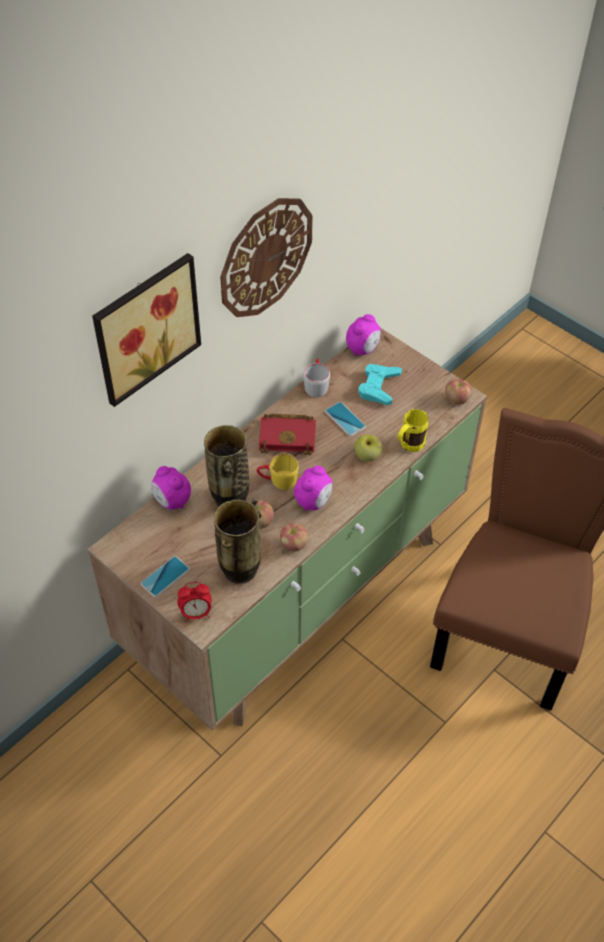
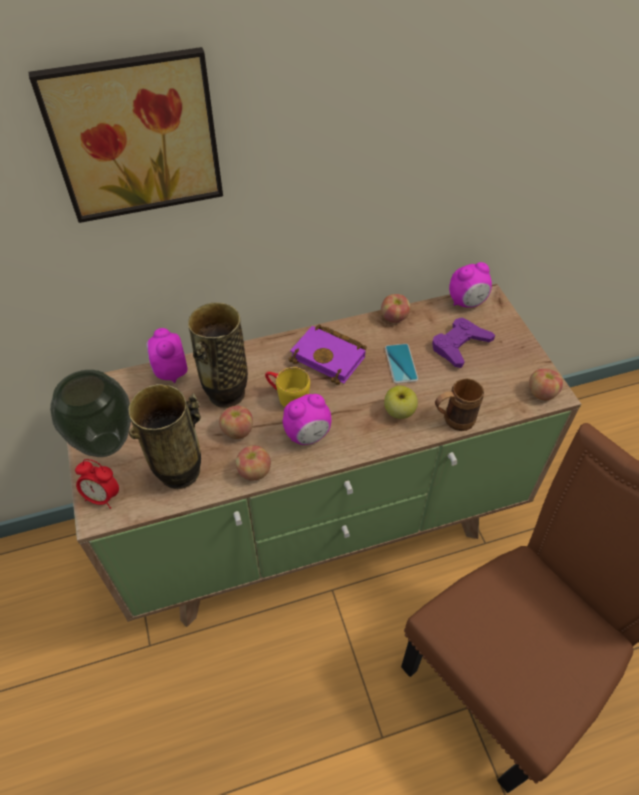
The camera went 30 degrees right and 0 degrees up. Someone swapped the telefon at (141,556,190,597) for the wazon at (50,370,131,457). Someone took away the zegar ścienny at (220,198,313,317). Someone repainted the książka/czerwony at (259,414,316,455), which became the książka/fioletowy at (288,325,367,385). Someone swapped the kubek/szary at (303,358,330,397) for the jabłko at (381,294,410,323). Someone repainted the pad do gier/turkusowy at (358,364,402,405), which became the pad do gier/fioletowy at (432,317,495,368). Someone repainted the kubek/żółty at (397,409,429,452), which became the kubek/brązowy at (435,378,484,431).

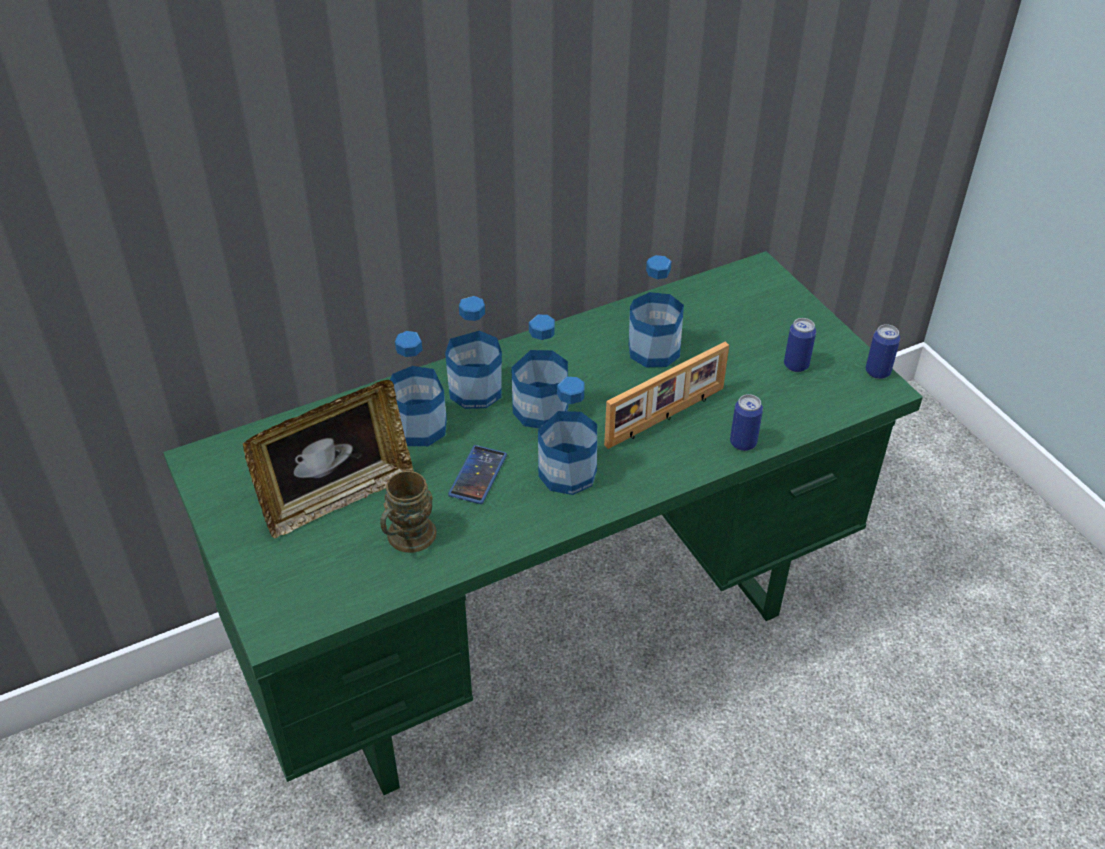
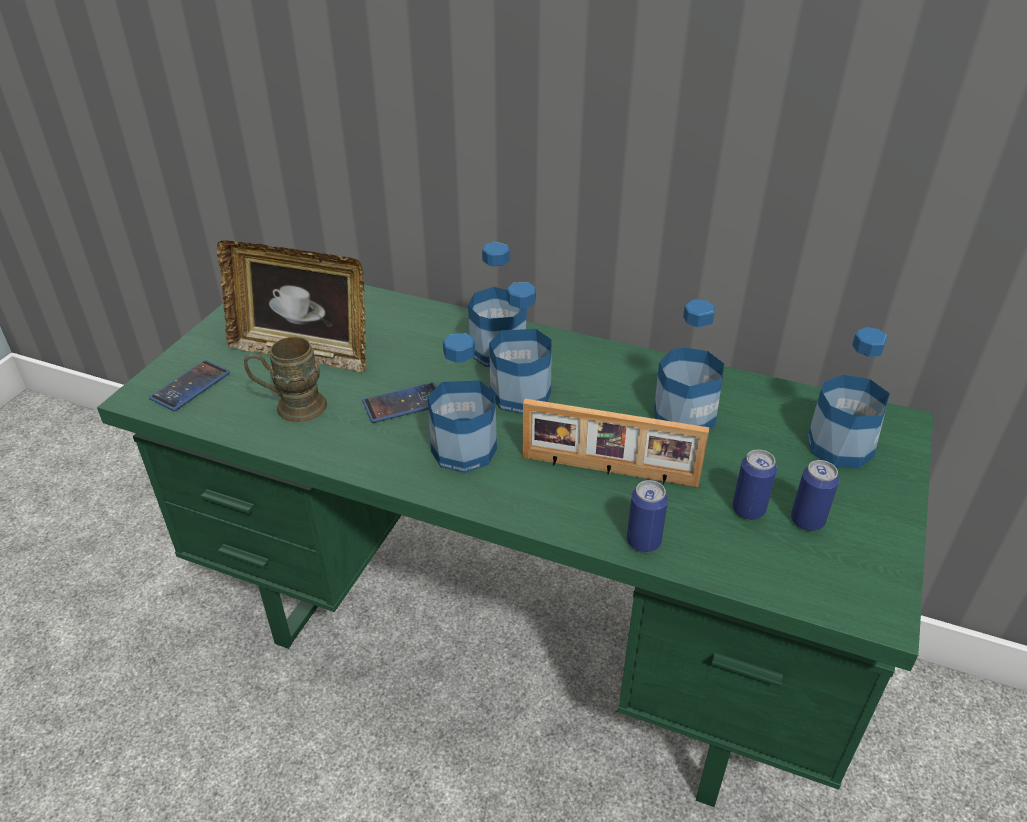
The camera went 50 degrees right and 5 degrees down. Someone carried the butelka from (390,331,447,446) to (807,327,890,468). Someone carried the puszka from (866,324,900,379) to (732,449,777,520). Someone put down the telefon at (149,360,230,411).

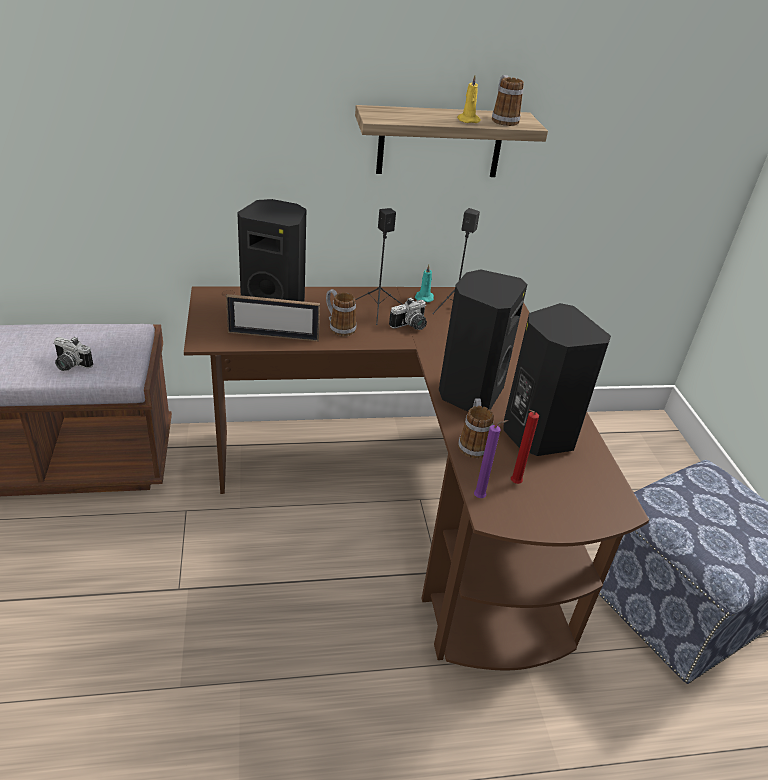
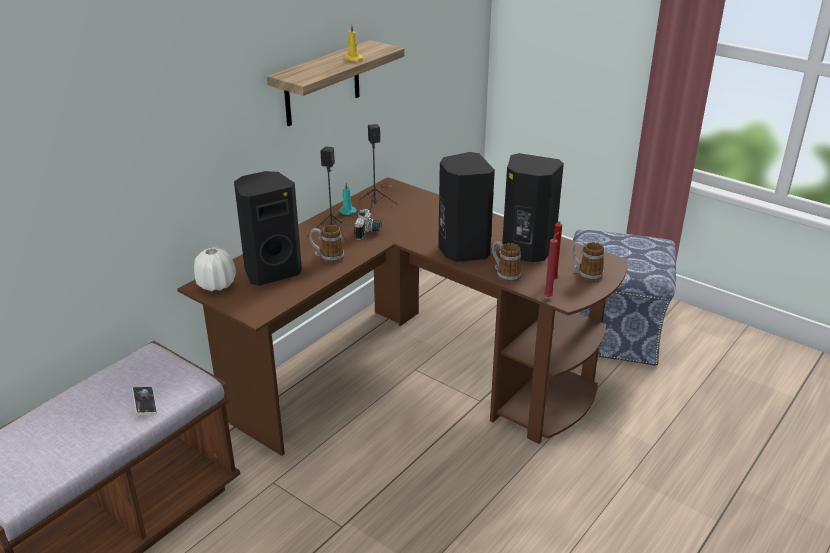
The camera went 40 degrees left and 5 degrees down. Someone swapped the aparat fotograficzny at (54,337,93,371) for the telefon at (132,387,157,414). Someone took away the ramka na zdjęcie at (226,294,320,341). Someone repainted the świeca/fioletowy at (474,420,509,498), which became the świeca/czerwony at (544,231,560,297). Someone carried the kubek from (492,75,524,126) to (571,242,604,281). Someone put down the wazon/biały at (194,248,236,291).

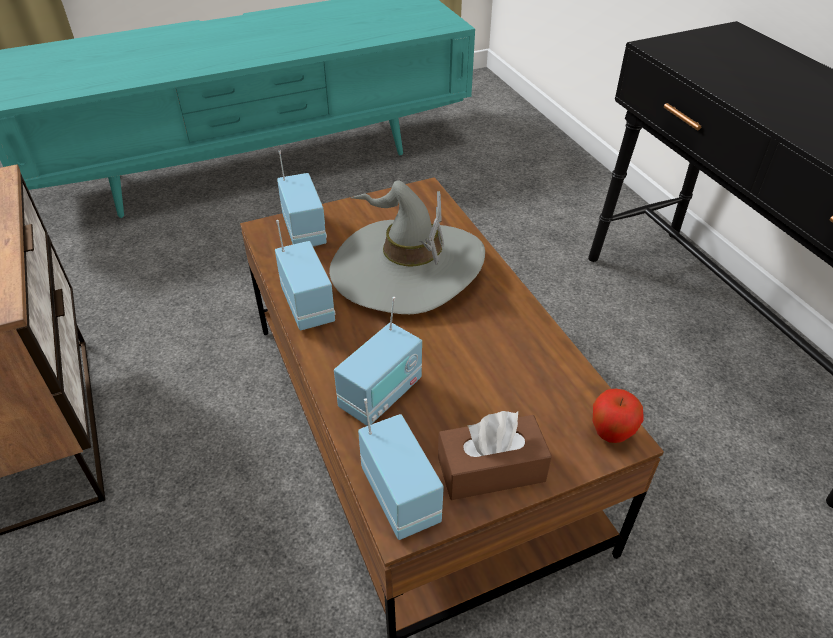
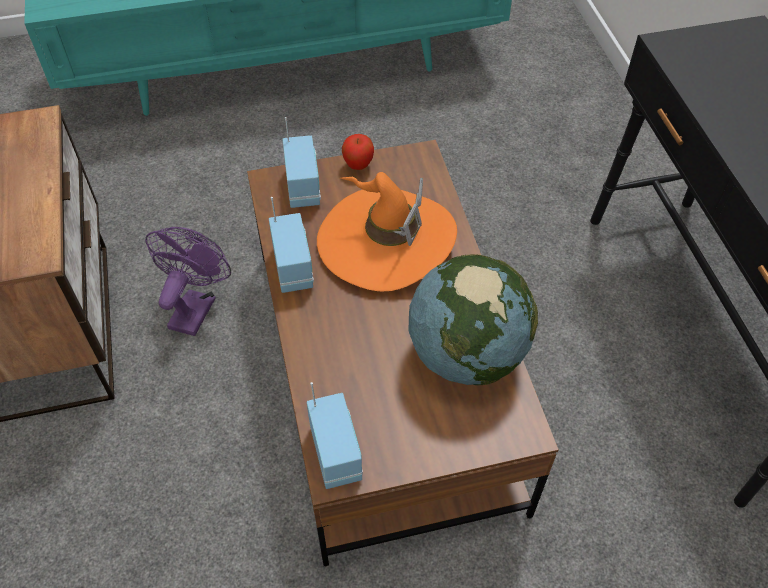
The camera went 10 degrees right and 10 degrees up. Someone repainted the kapelusz/szary at (329,180,485,314), which became the kapelusz/pomarańczowy at (317,172,457,291). Someone took away the radio at (334,297,422,426). Someone took away the pudełko chusteczek/brązowy at (438,411,552,500). Someone carried the jabłko from (592,388,644,443) to (342,134,374,170). Someone put down the wentylator/fioletowy at (145,227,231,336). Someone put down the globus at (408,254,538,386).

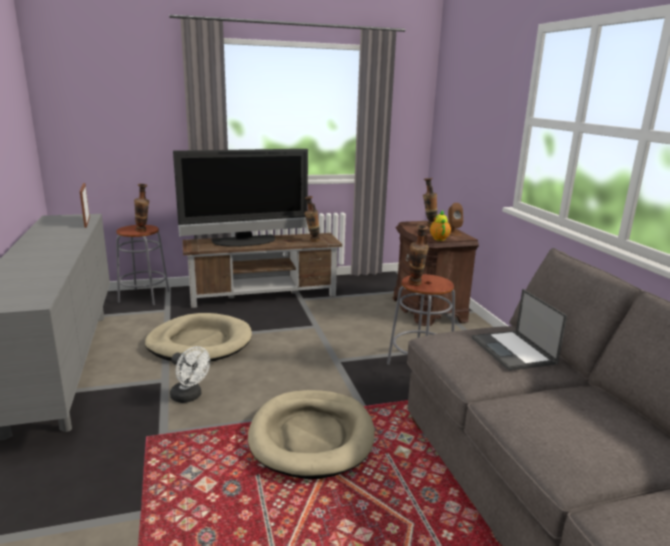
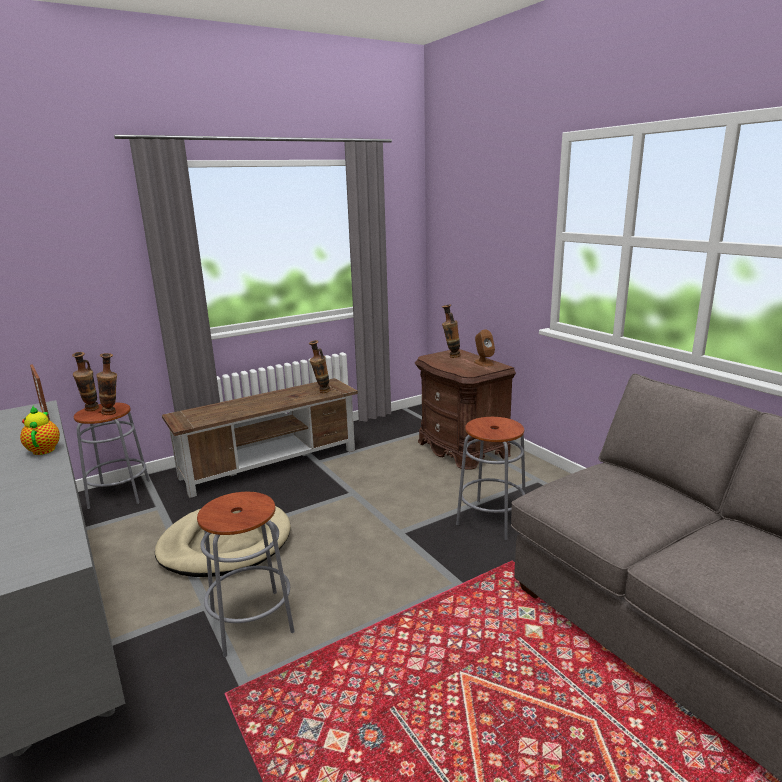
The camera went 15 degrees left and 0 degrees up. Someone swapped the wentylator/biały at (170,346,210,403) for the stołek/szary at (197,492,295,657). Someone took away the telewizor at (173,149,308,247). Someone took away the legowisko/beżowy at (248,390,375,479). Someone carried the wazon from (408,225,429,286) to (72,352,99,411). Someone carried the imbryk from (430,210,451,241) to (20,406,60,455). Someone took away the laptop at (472,289,567,371).

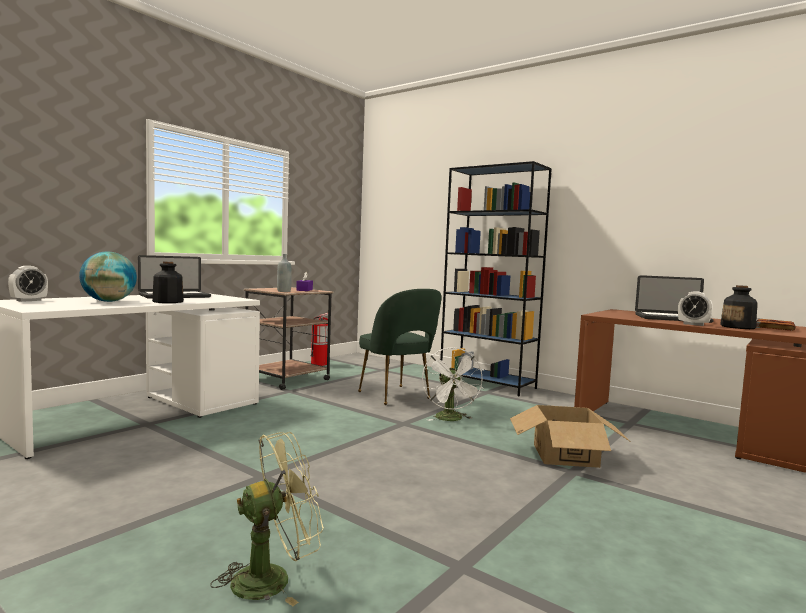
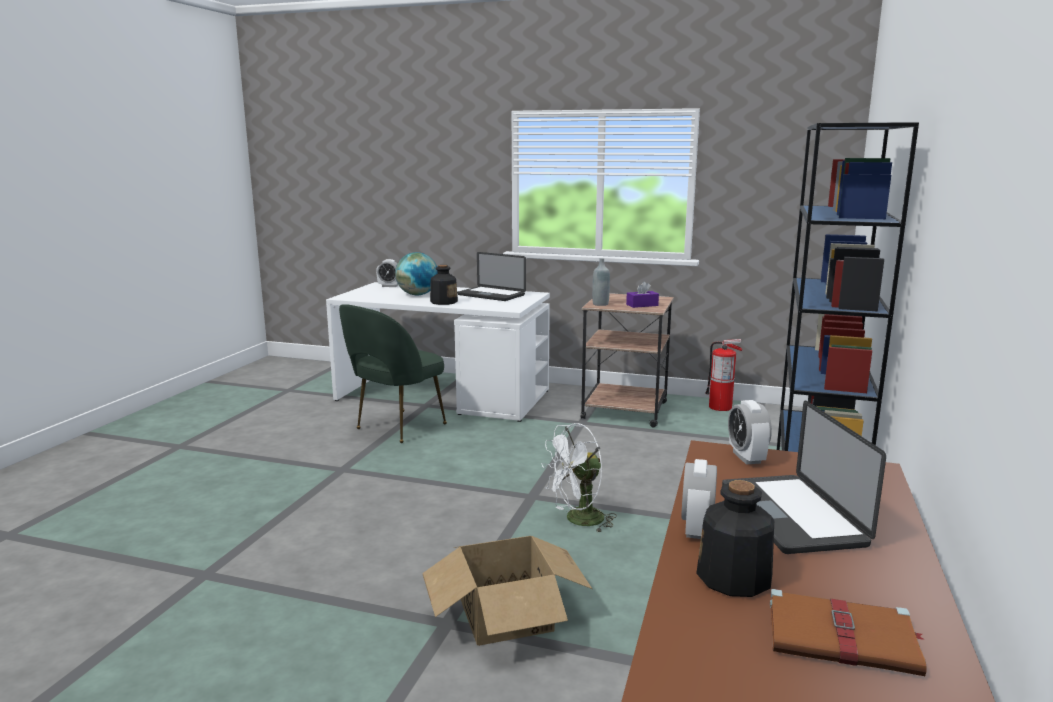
The camera went 70 degrees right and 10 degrees up. Someone took away the wentylator/zielony at (210,432,324,606). Someone carried the krzesło/zielony from (358,289,441,405) to (339,304,447,443). Someone put down the budzik at (728,400,772,465).

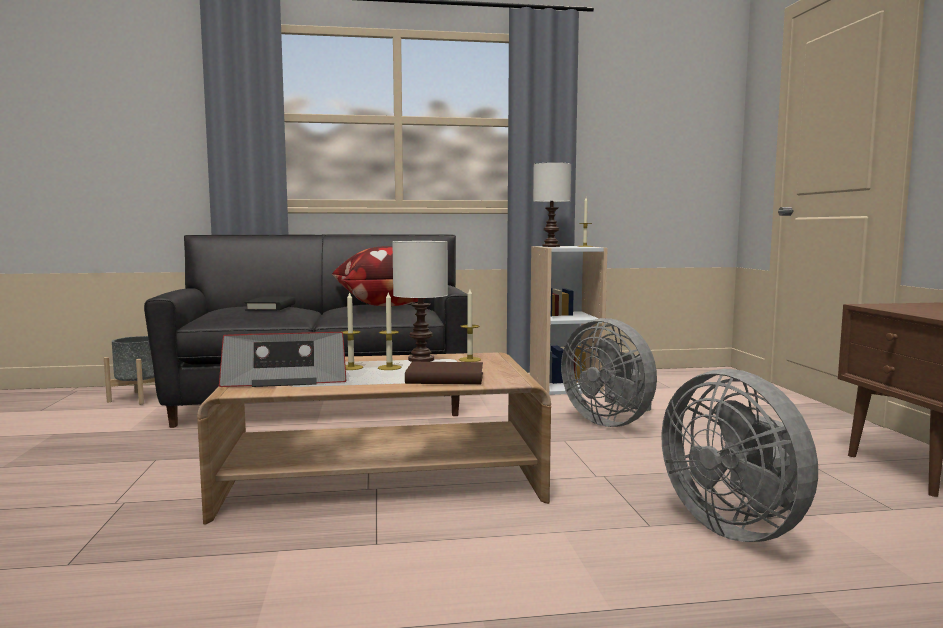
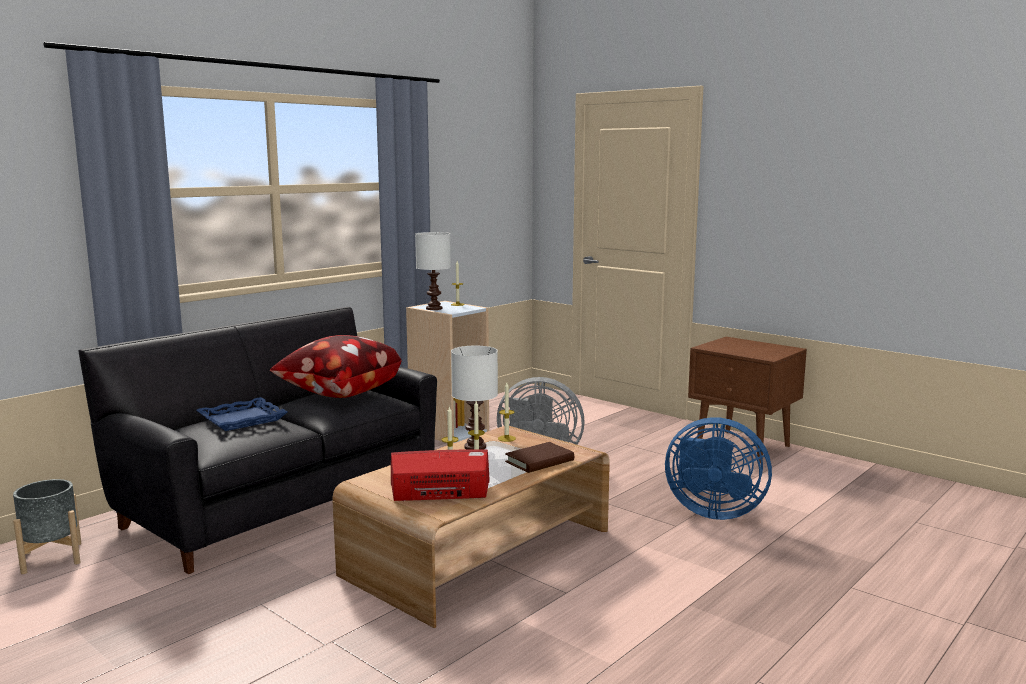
The camera went 40 degrees left and 5 degrees up. Someone rotated the radio at (219,332,347,387) by 135 degrees counterclockwise. Someone swapped the książka/czarny at (244,297,295,311) for the taca/niebieski at (196,397,288,431). Someone repainted the wentylator/szary at (661,369,818,542), which became the wentylator/niebieski at (665,417,772,520).

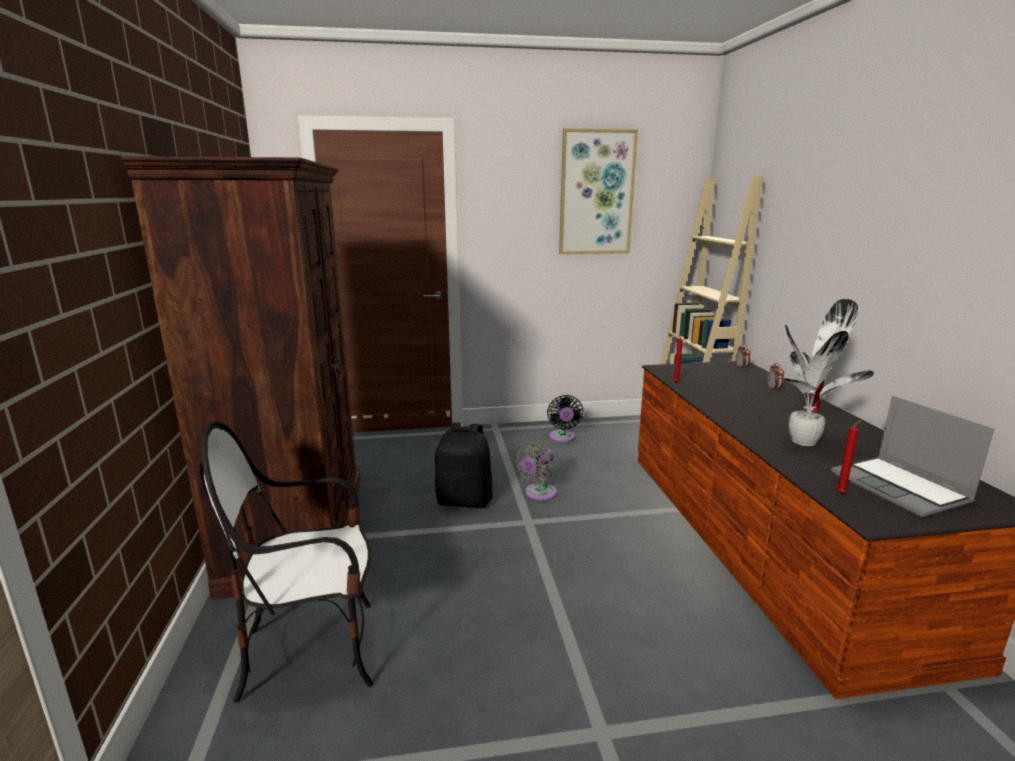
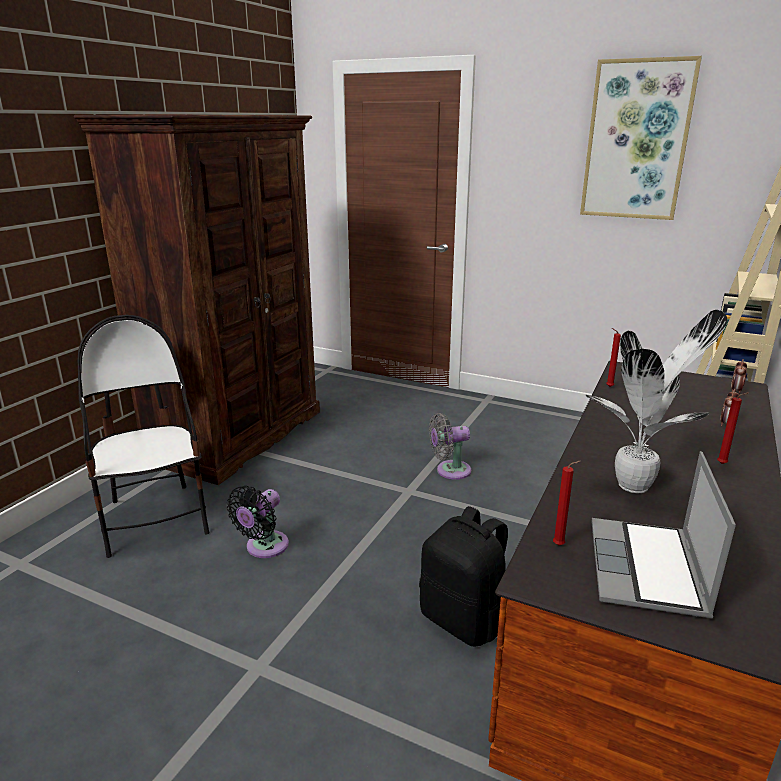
The camera went 35 degrees right and 5 degrees up. Someone rotated the krzesło at (199,421,373,703) by 45 degrees clockwise. Someone carried the plecak/czarny from (435,422,493,508) to (419,506,508,647). Someone carried the wentylator/czarny from (547,395,583,442) to (227,486,289,558).

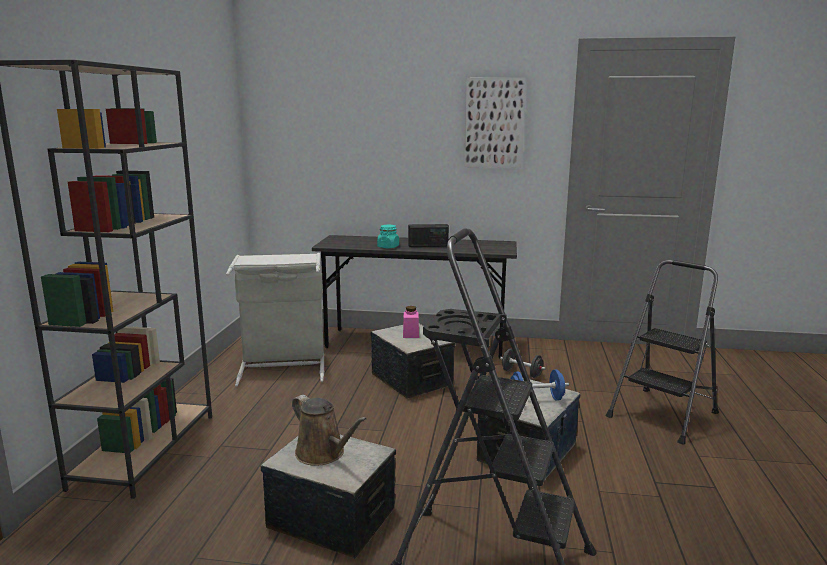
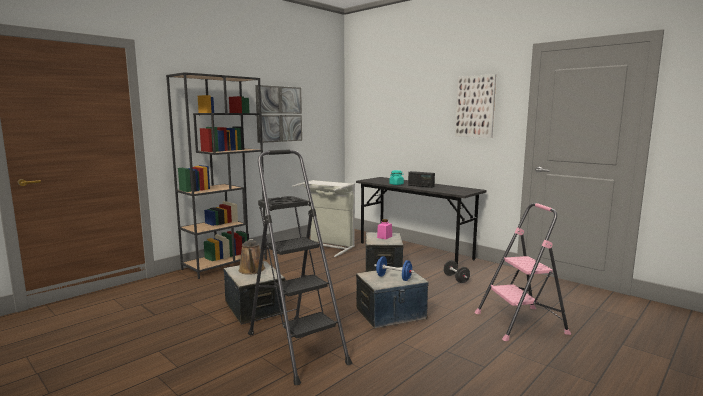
The camera went 35 degrees right and 5 degrees down. Someone repainted the drabinka/czarny at (605,260,719,444), which became the drabinka/różowy at (475,203,571,341). Someone put up the obraz at (255,85,302,143).

